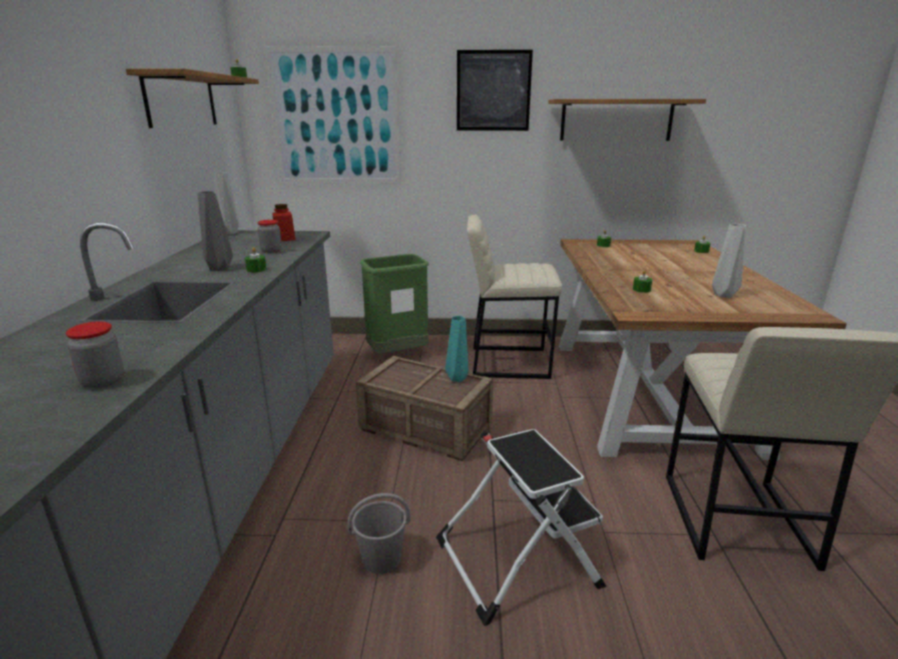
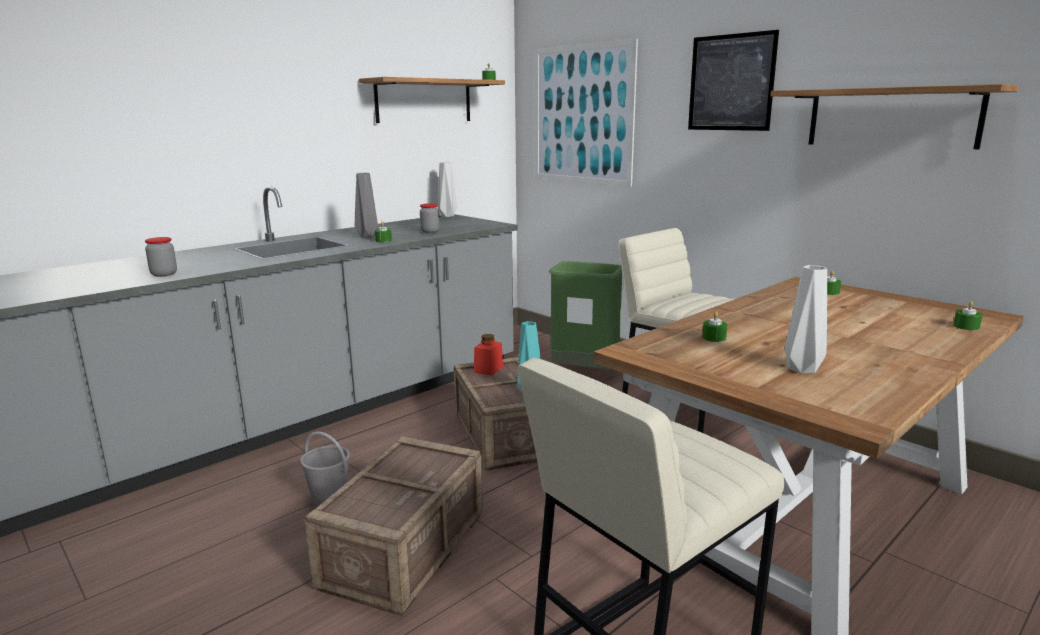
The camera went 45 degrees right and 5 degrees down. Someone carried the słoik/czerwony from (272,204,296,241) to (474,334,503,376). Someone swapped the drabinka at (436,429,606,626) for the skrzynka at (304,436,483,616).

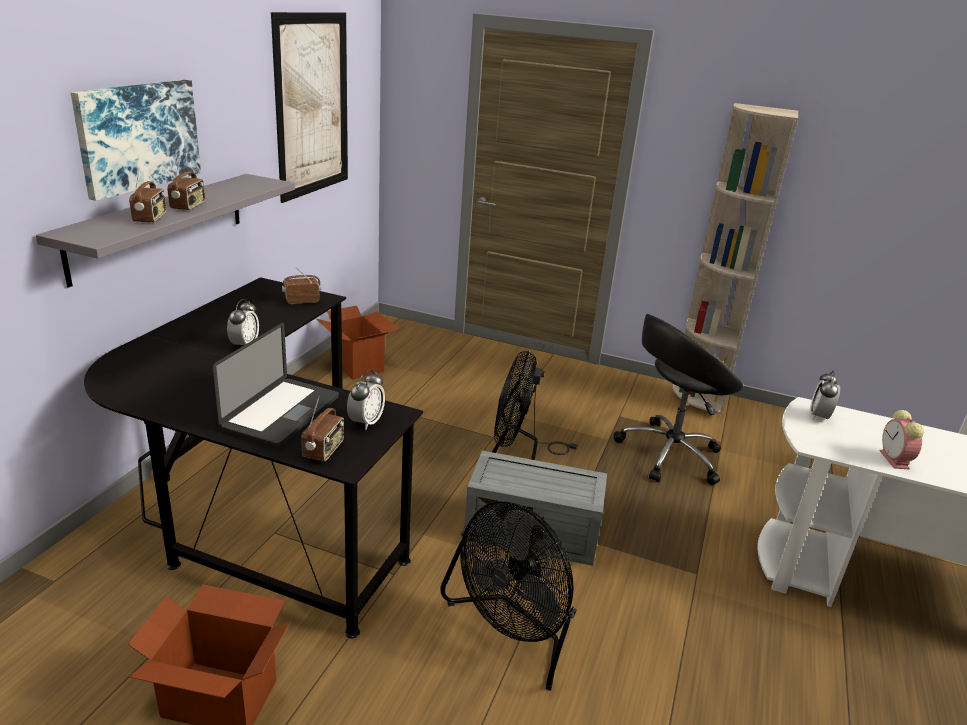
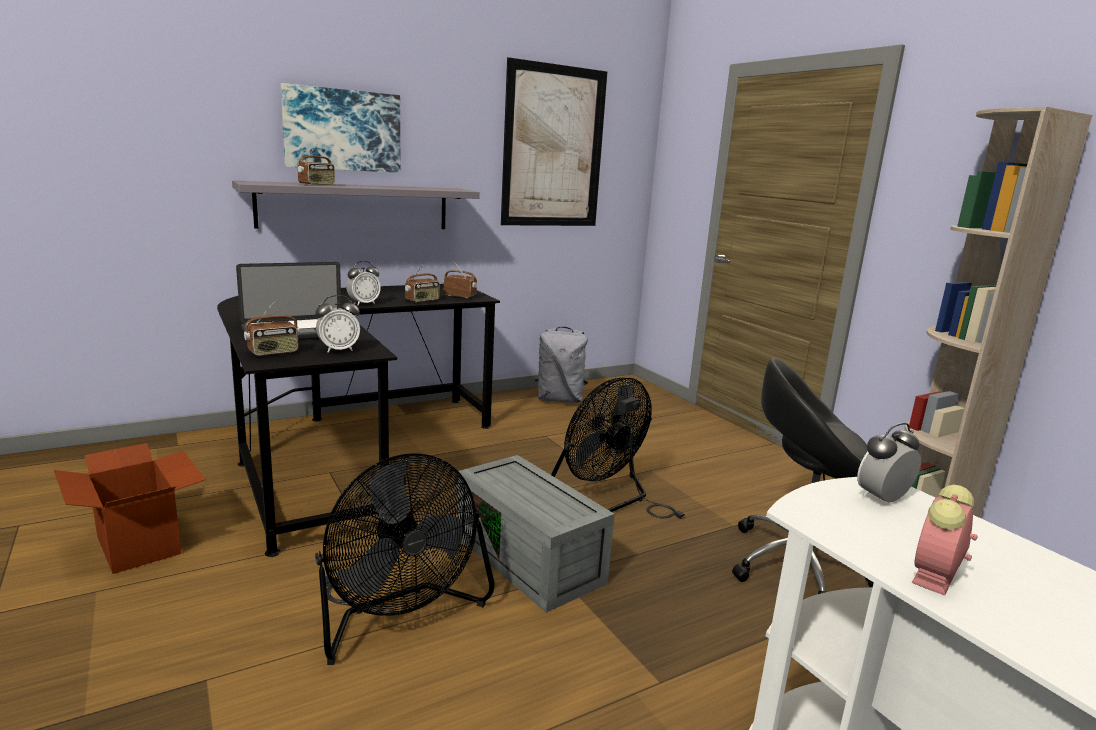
The camera went 40 degrees right and 10 degrees down. Someone carried the radio from (167,158,205,211) to (405,262,440,303). Someone swapped the karton at (317,306,400,379) for the plecak/szary at (535,327,588,403). Someone rotated the wentylator/czarny at (440,501,577,691) by 120 degrees counterclockwise.

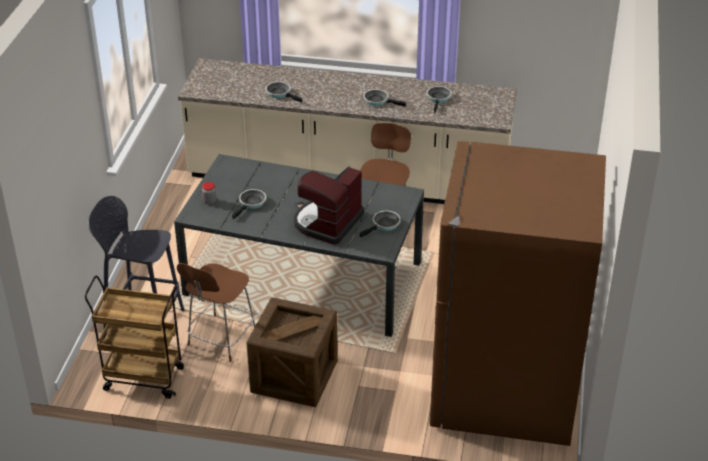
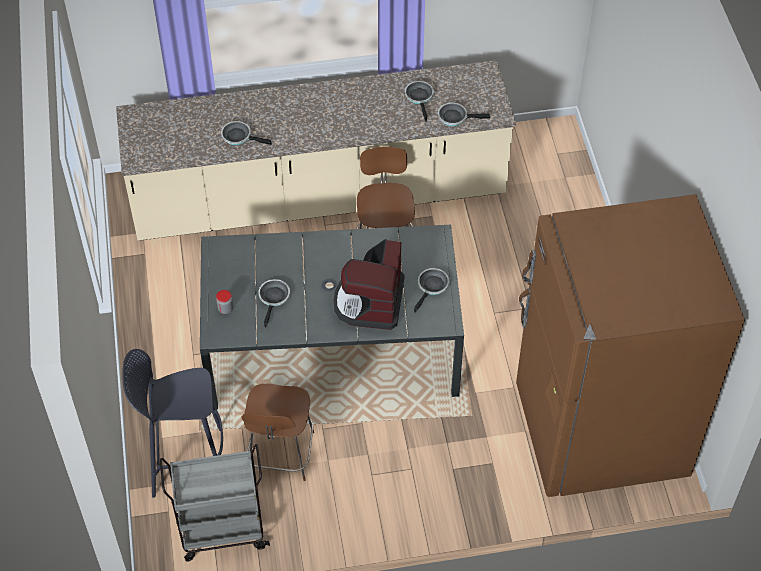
The camera went 20 degrees left and 15 degrees up. Someone repainted the wózek/brązowy at (85,276,184,399), which became the wózek/szary at (160,444,270,562). Someone took away the skrzynka at (246,297,338,407). Someone carried the patelnia from (363,89,406,106) to (438,102,490,126).

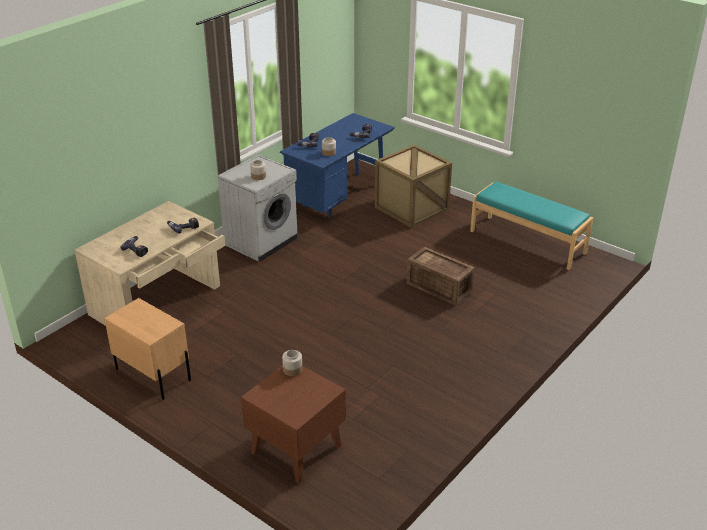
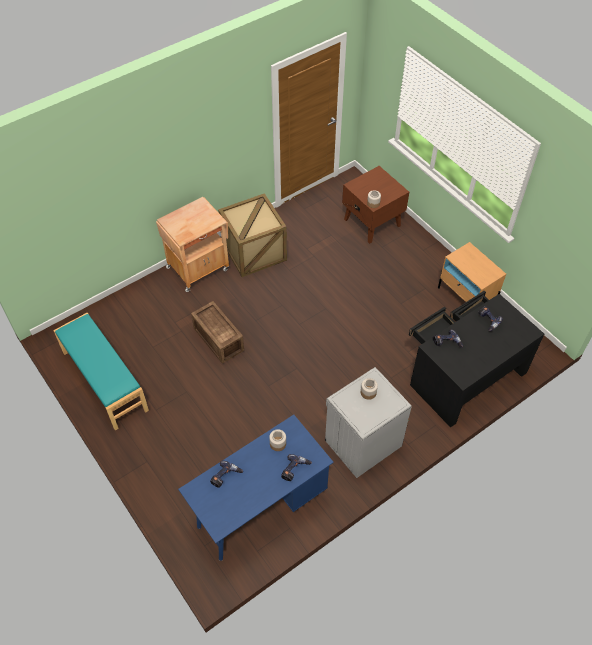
The camera went 165 degrees left and 20 degrees up. Someone repainted the biurko/beżowy at (74,201,225,326), which became the biurko/czarny at (409,291,544,428). Someone carried the skrzynka from (375,145,452,228) to (218,193,287,277). Someone put down the wózek/brązowy at (156,197,229,292).

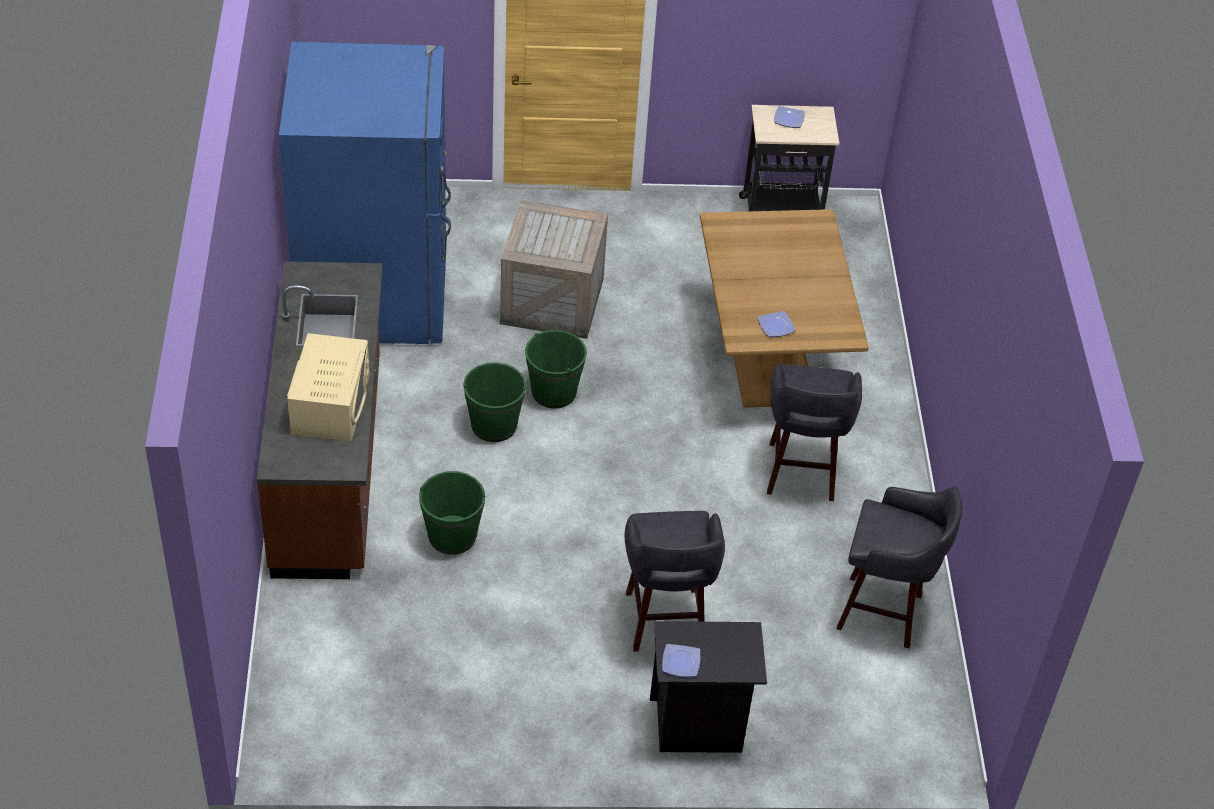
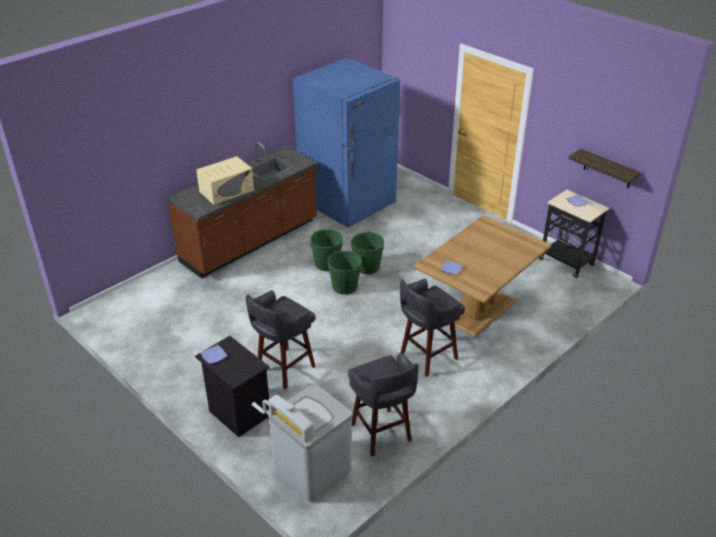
The camera went 50 degrees right and 10 degrees down. Someone carried the wiadro/zielony from (419,471,485,555) to (327,251,362,295). Someone took away the skrzynka at (500,200,608,339). Someone put down the pralka/szary at (252,383,352,501). Someone put up the półka at (568,149,641,188).

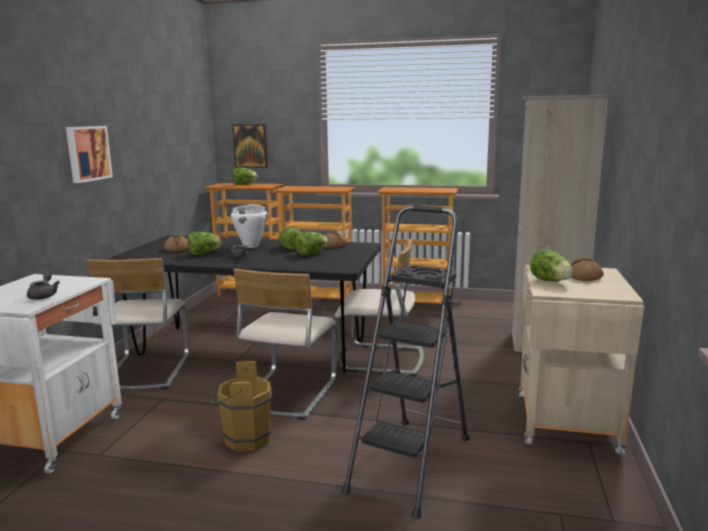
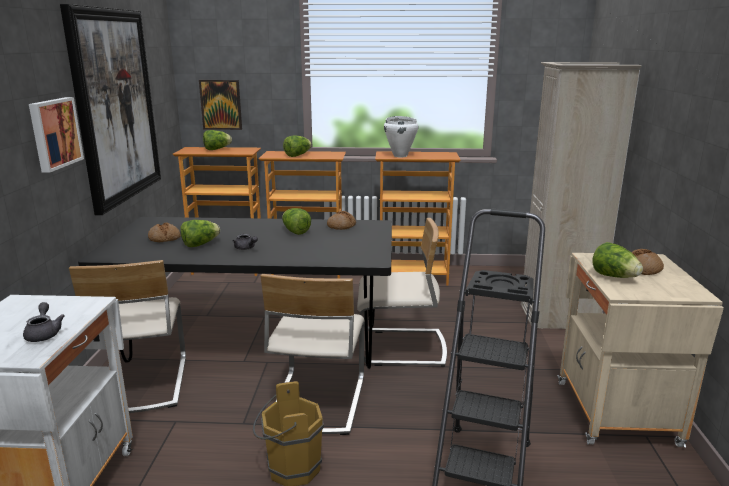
The camera went 10 degrees left and 5 degrees up. Someone carried the garnek/biały from (231,204,268,248) to (384,116,418,157). Someone carried the sałata from (295,231,328,255) to (283,135,312,157). Someone put up the obraz at (60,4,161,215).

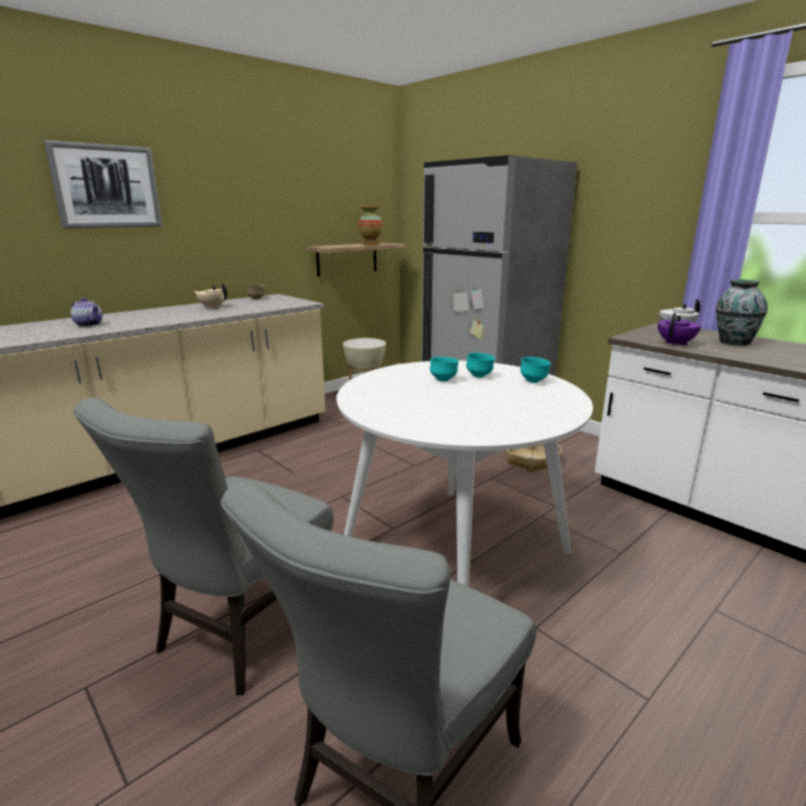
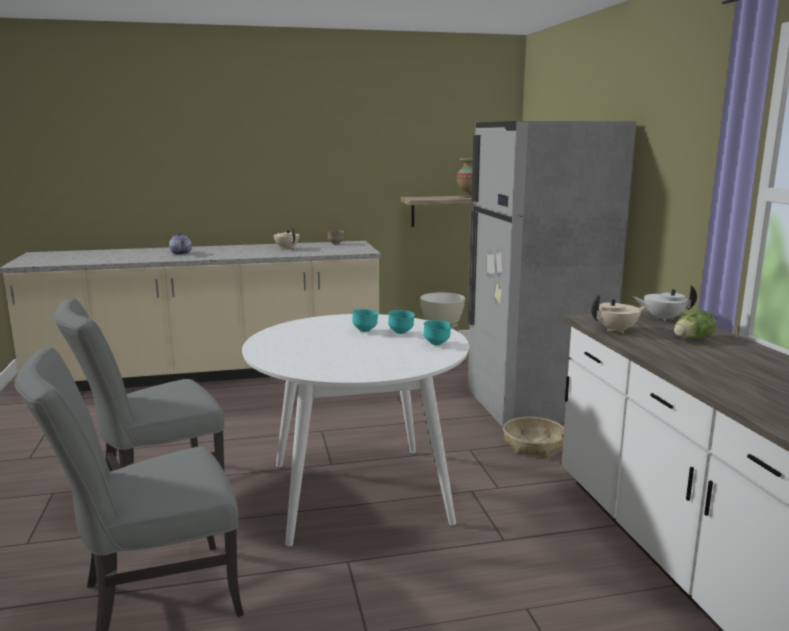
The camera went 30 degrees right and 5 degrees down. Someone took away the obraz at (44,140,163,229). Someone repainted the imbryk/fioletowy at (658,313,701,346), which became the imbryk/beżowy at (591,295,647,334). Someone swapped the wazon at (716,279,768,346) for the sałata at (674,311,717,339).

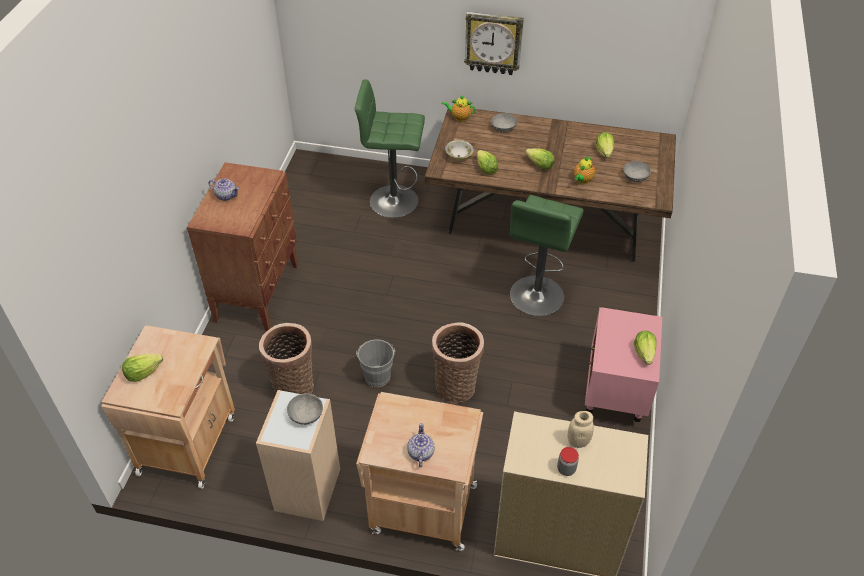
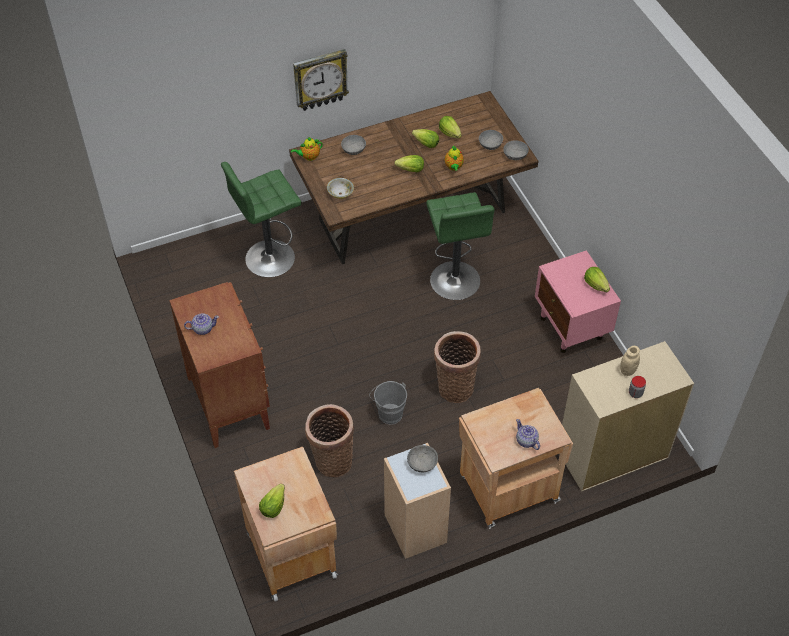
The camera went 35 degrees left and 5 degrees up. Someone carried the sałata from (477,150,498,175) to (412,129,439,148). Someone put down the miska/szary at (503,140,529,160).

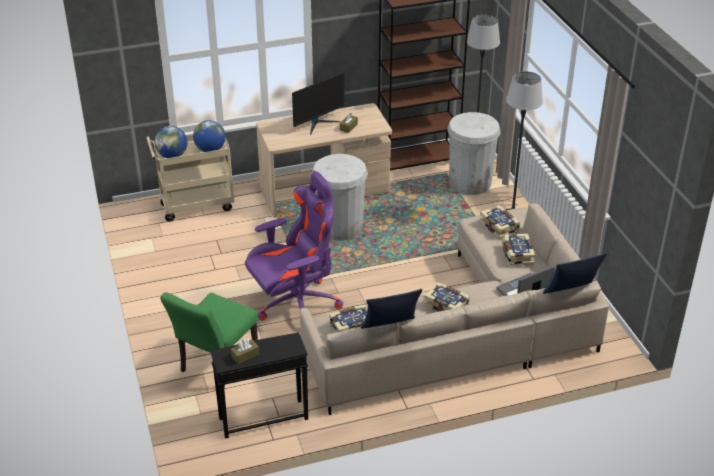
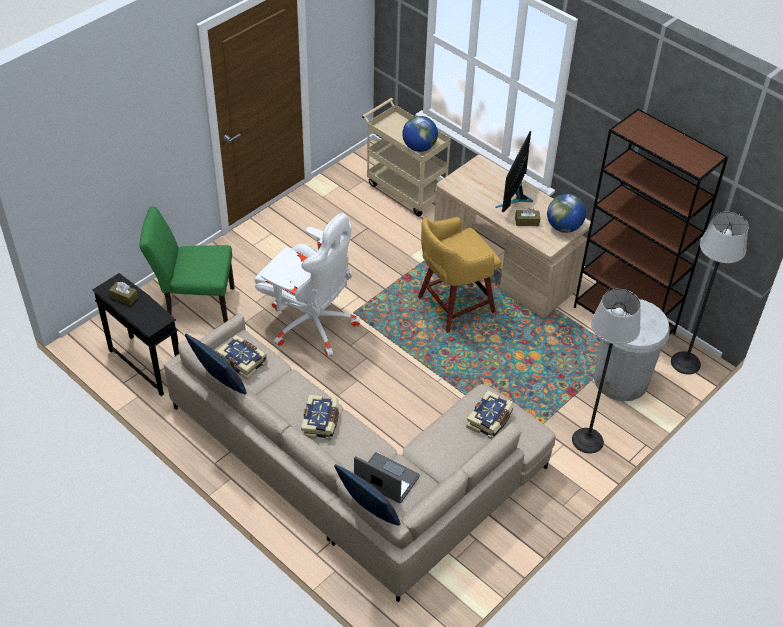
The camera went 60 degrees right and 10 degrees up. Someone carried the globus from (154,126,187,158) to (547,194,586,233). Someone repainted the krzesło biurowe/fioletowy at (245,171,343,320), which became the krzesło biurowe/biały at (255,213,360,357). Someone rotated the monitor at (292,72,345,135) by 90 degrees clockwise. Someone swapped the kosz na śmieci/biały at (312,154,368,241) for the stołek/żółty at (418,217,502,333). Someone took away the książka at (502,233,535,266).

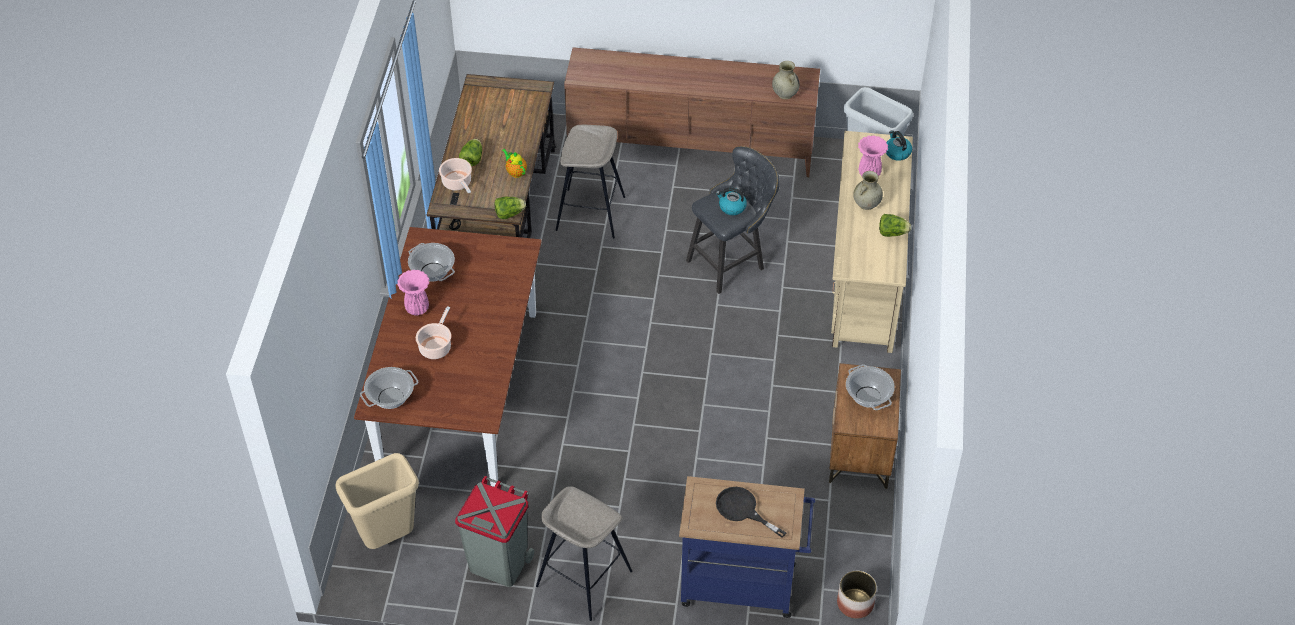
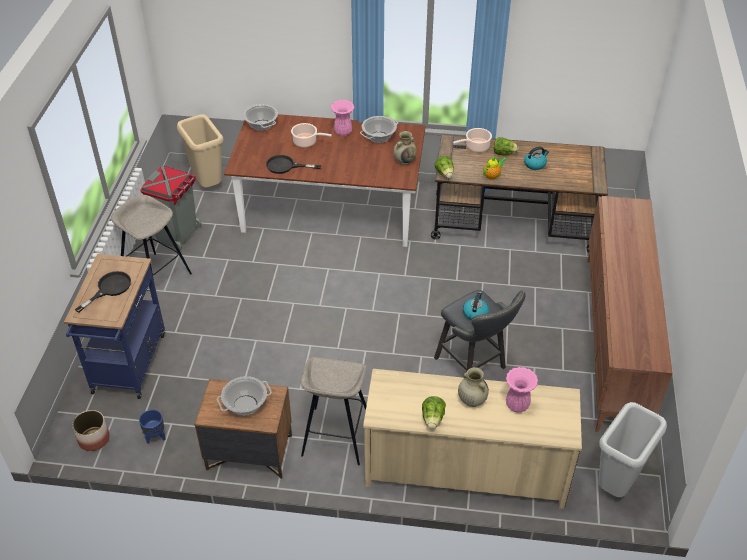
The camera went 90 degrees right and 5 degrees down. Someone carried the stołek/szary from (556,125,625,239) to (301,357,367,465). Someone carried the wazon/beżowy from (772,61,800,99) to (393,131,417,165). Someone carried the czajnik from (886,130,912,161) to (524,146,549,170). Someone put down the donica/niebieski at (139,409,165,444). Someone put down the patelnia/czarny at (266,155,321,174).

